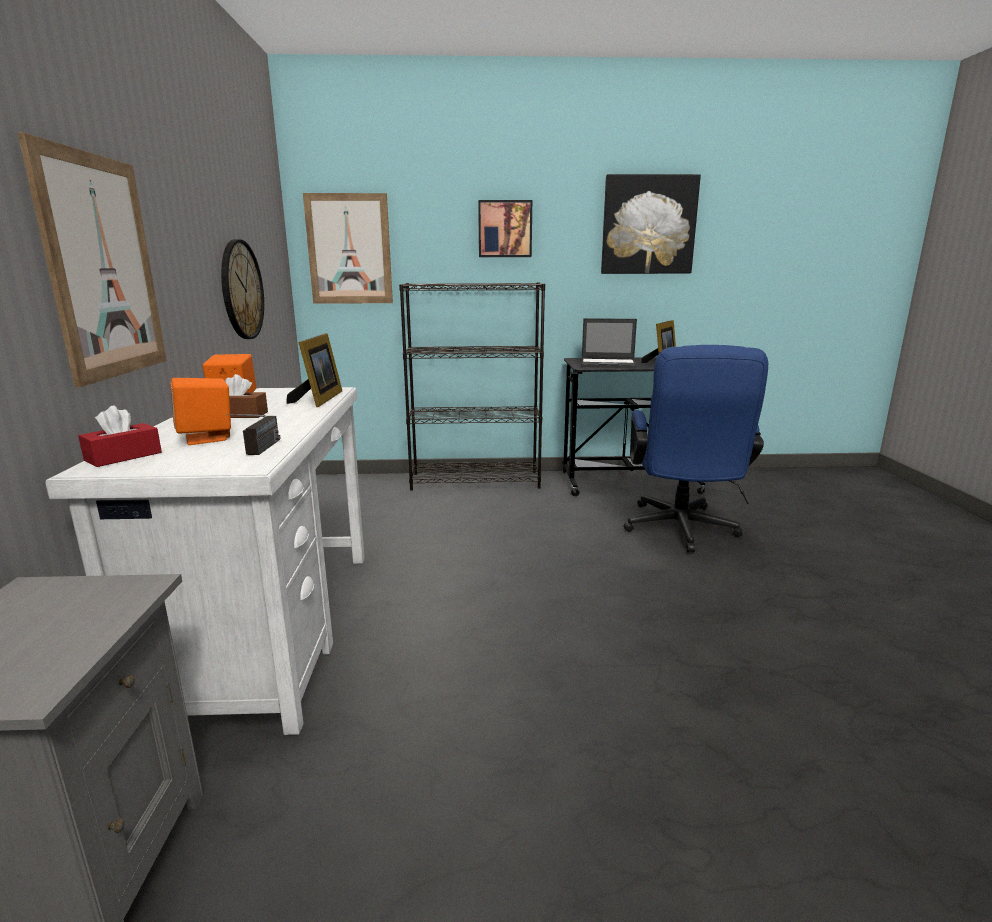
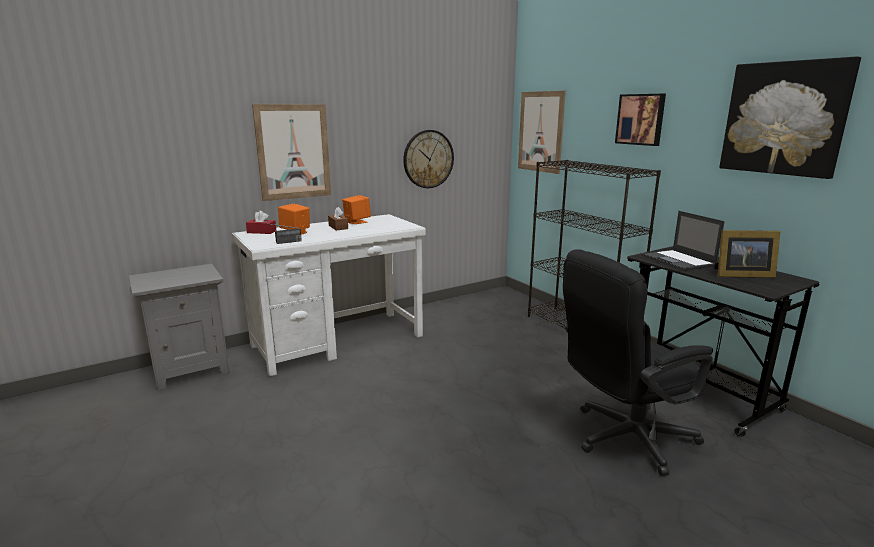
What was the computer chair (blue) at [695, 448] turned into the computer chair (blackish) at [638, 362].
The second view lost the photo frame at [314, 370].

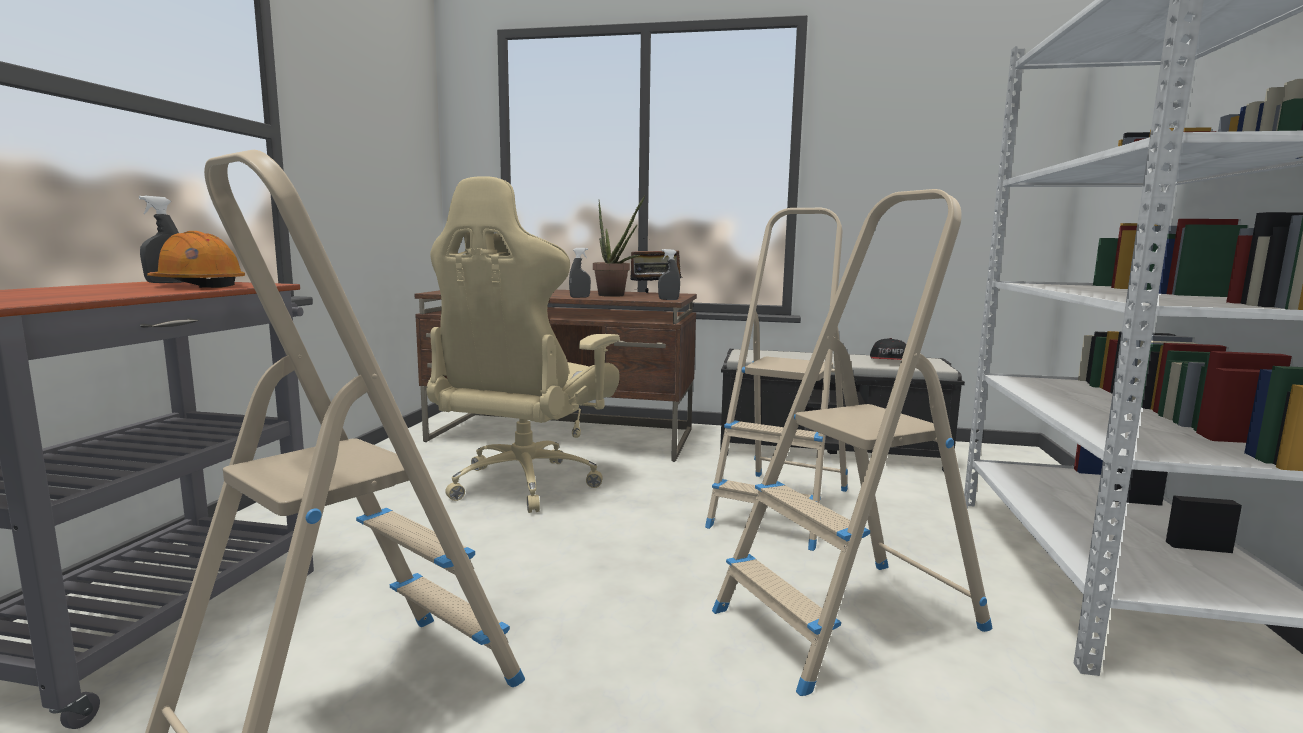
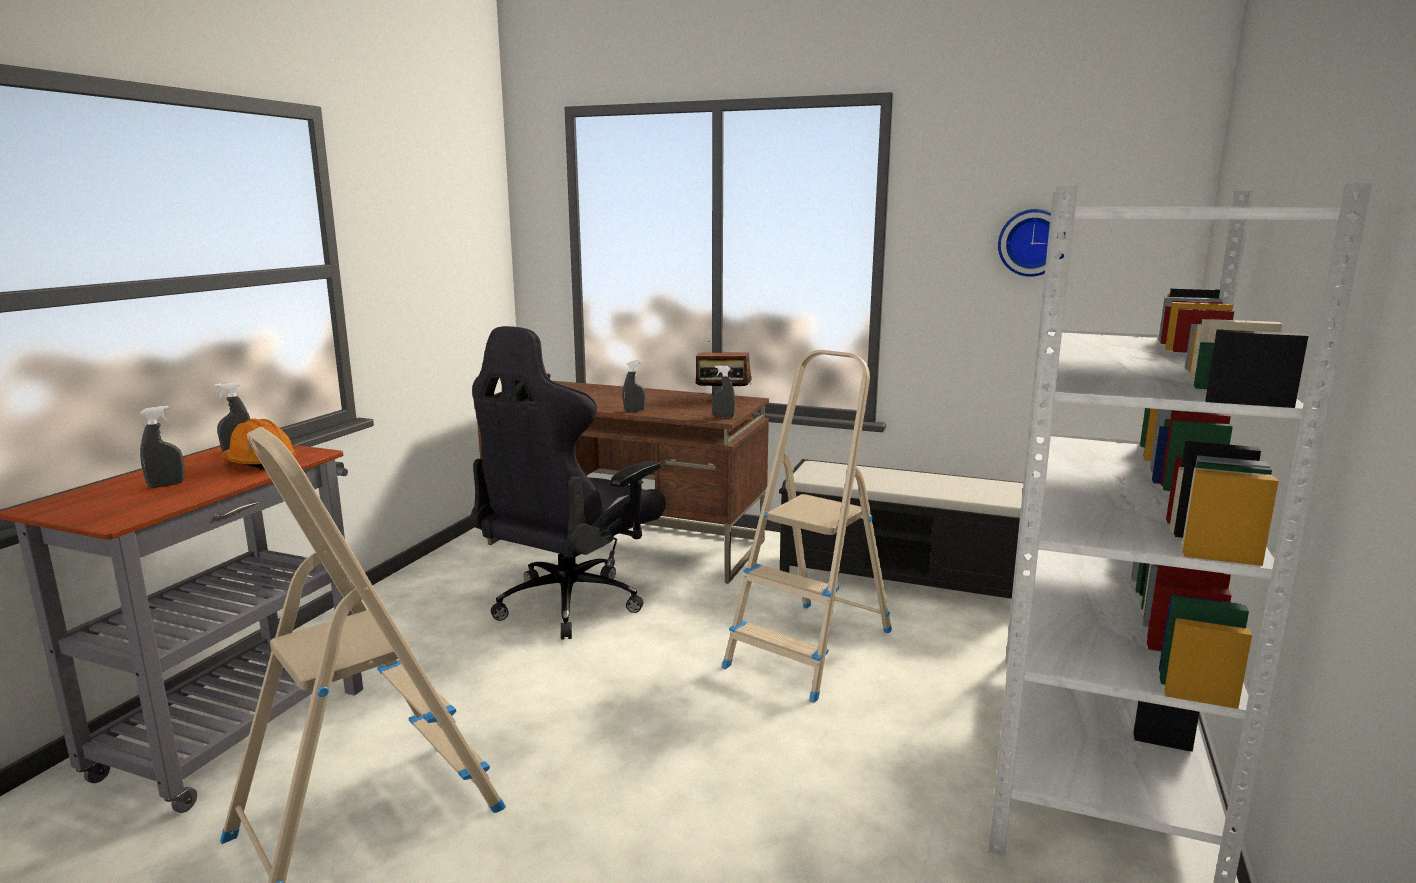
The second view gained the hand sprayer (gray) at [162, 447].
What was the computer chair (sand-coloured) at [523, 344] turned into the computer chair (blackish) at [568, 483].
The second view gained the hanging clock at [1031, 243].
The second view lost the potted plant at [619, 246].
The second view lost the step ladder (sand-coloured) at [852, 442].
The second view lost the baseball cap at [888, 349].

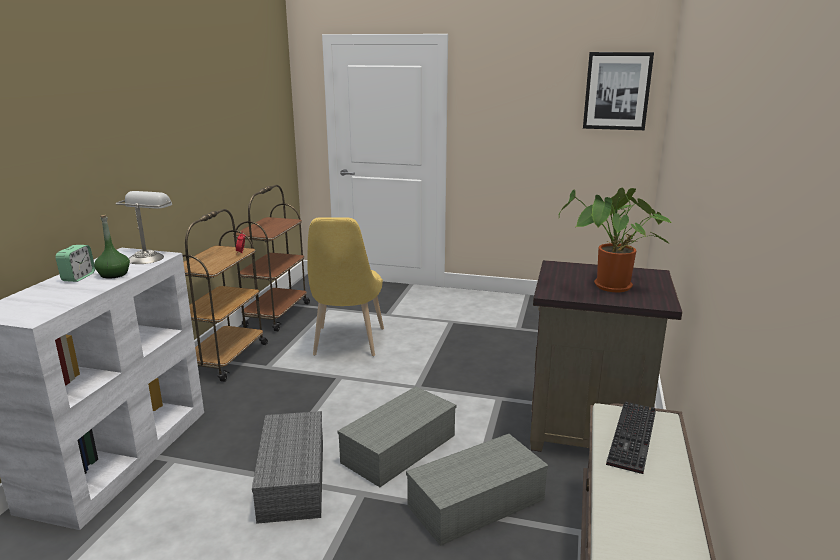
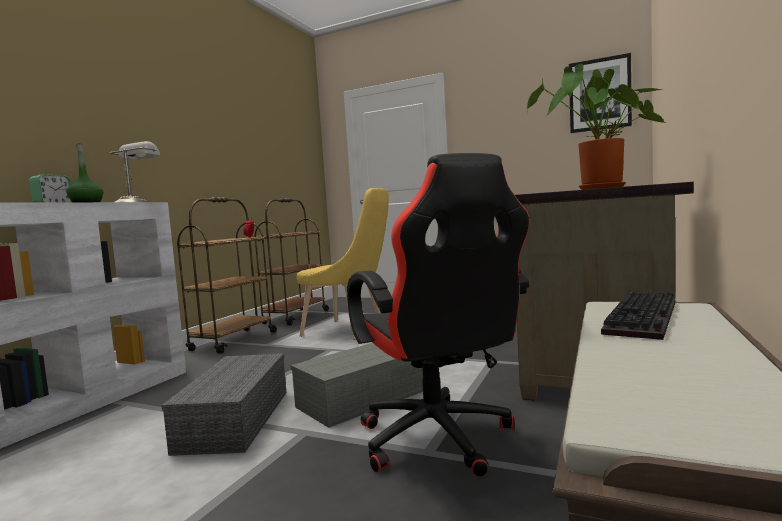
The chair (yellow) at [345, 286] ended up facing another way, 75 degrees counterclockwise from before.
Where the storage container (gray) stood at [477, 490], the computer chair (blackish) came to stand at [438, 315].

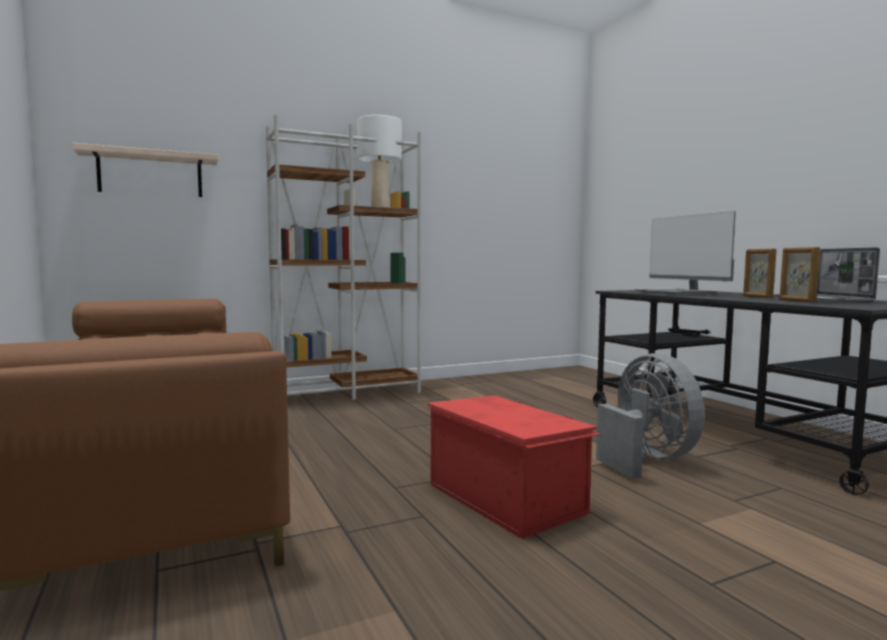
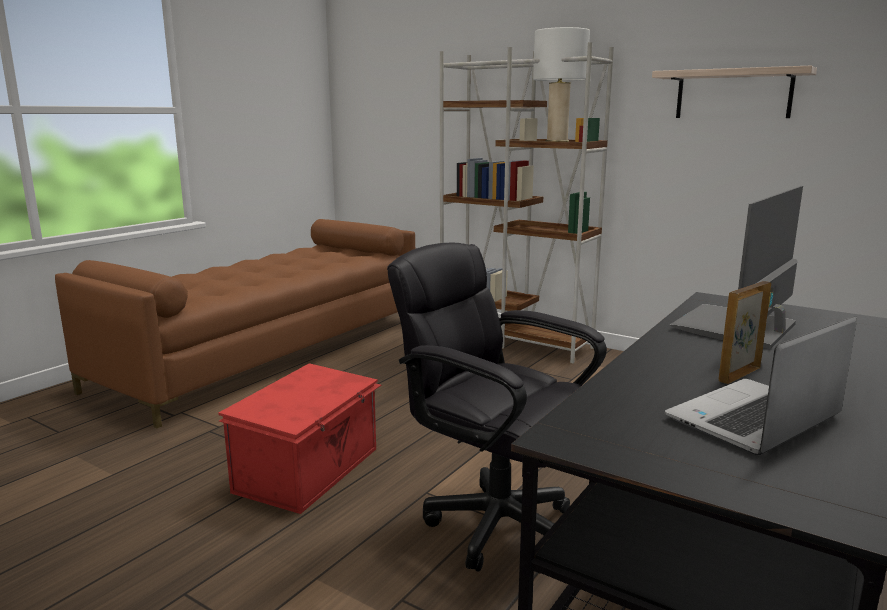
Where the electric fan (gray) stood at [650, 416], the computer chair (blackish) came to stand at [497, 407].
The bracket shelf ended up elsewhere, having gone from [145, 170] to [734, 91].
The second view lost the photo frame at [799, 274].

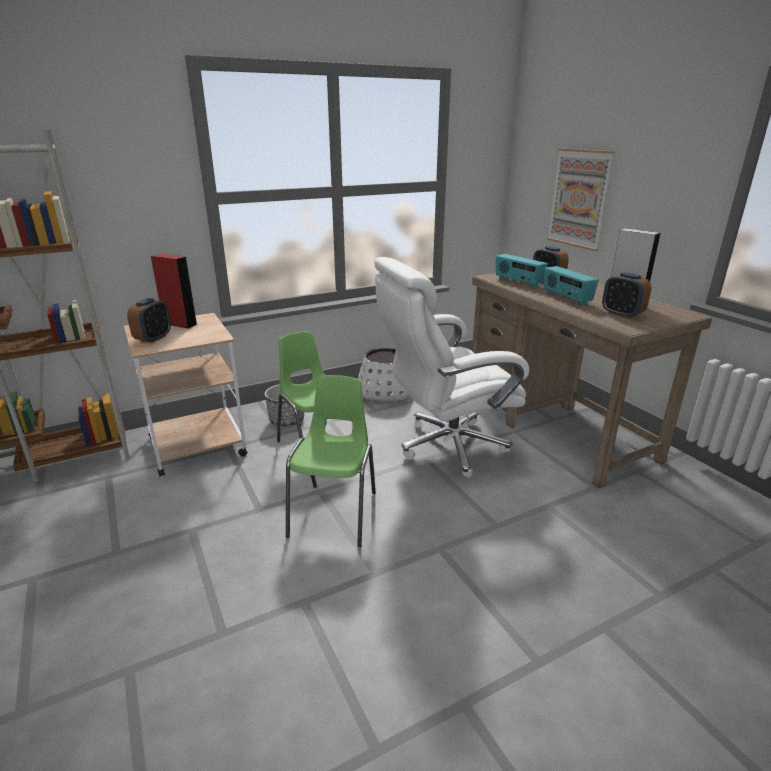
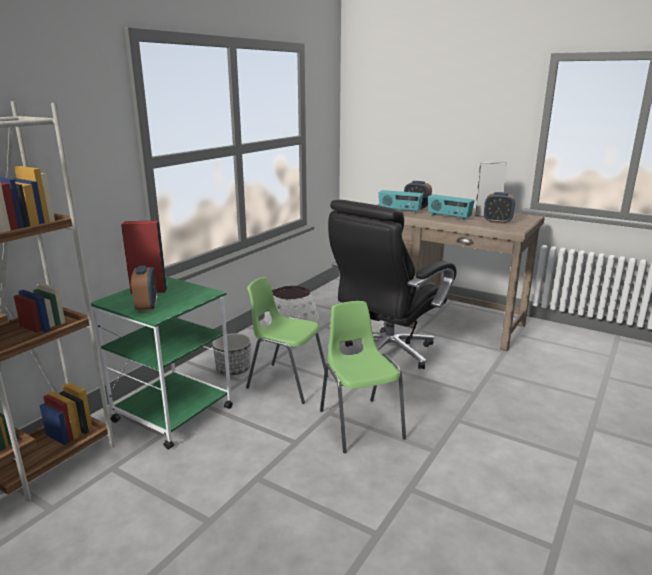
What was the wheeled cart (sand-coloured) at [186, 394] turned into the wheeled cart (green) at [162, 362].
What was the computer chair (whitish) at [451, 367] turned into the computer chair (blackish) at [392, 284].
The second view lost the picture at [581, 199].

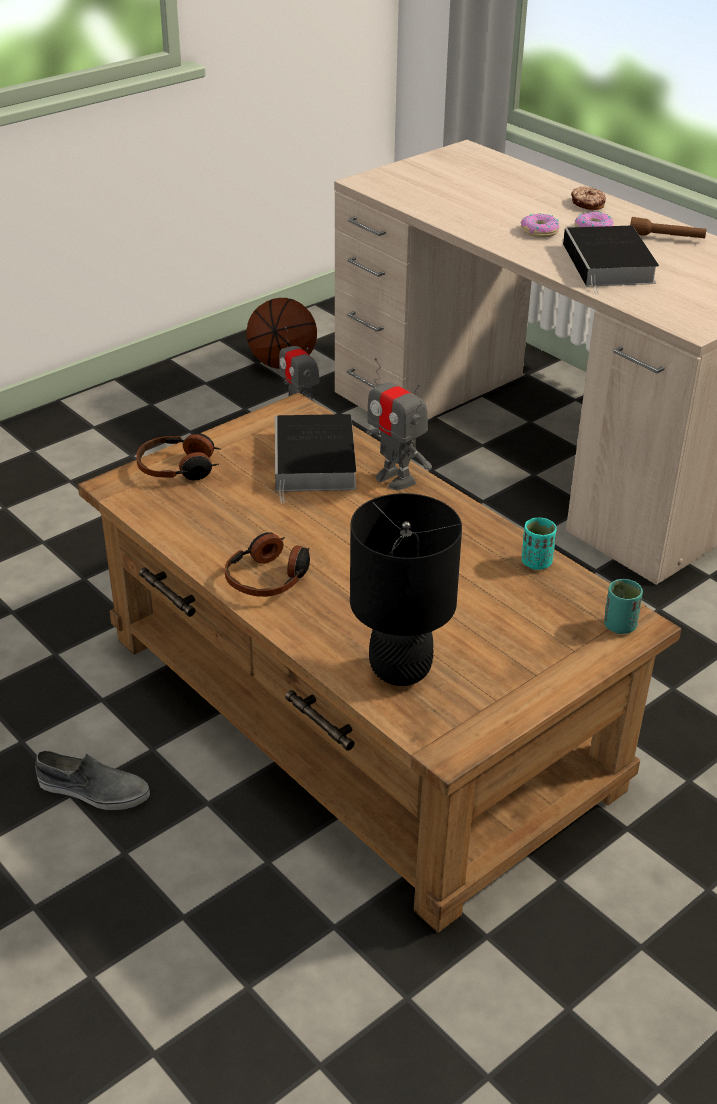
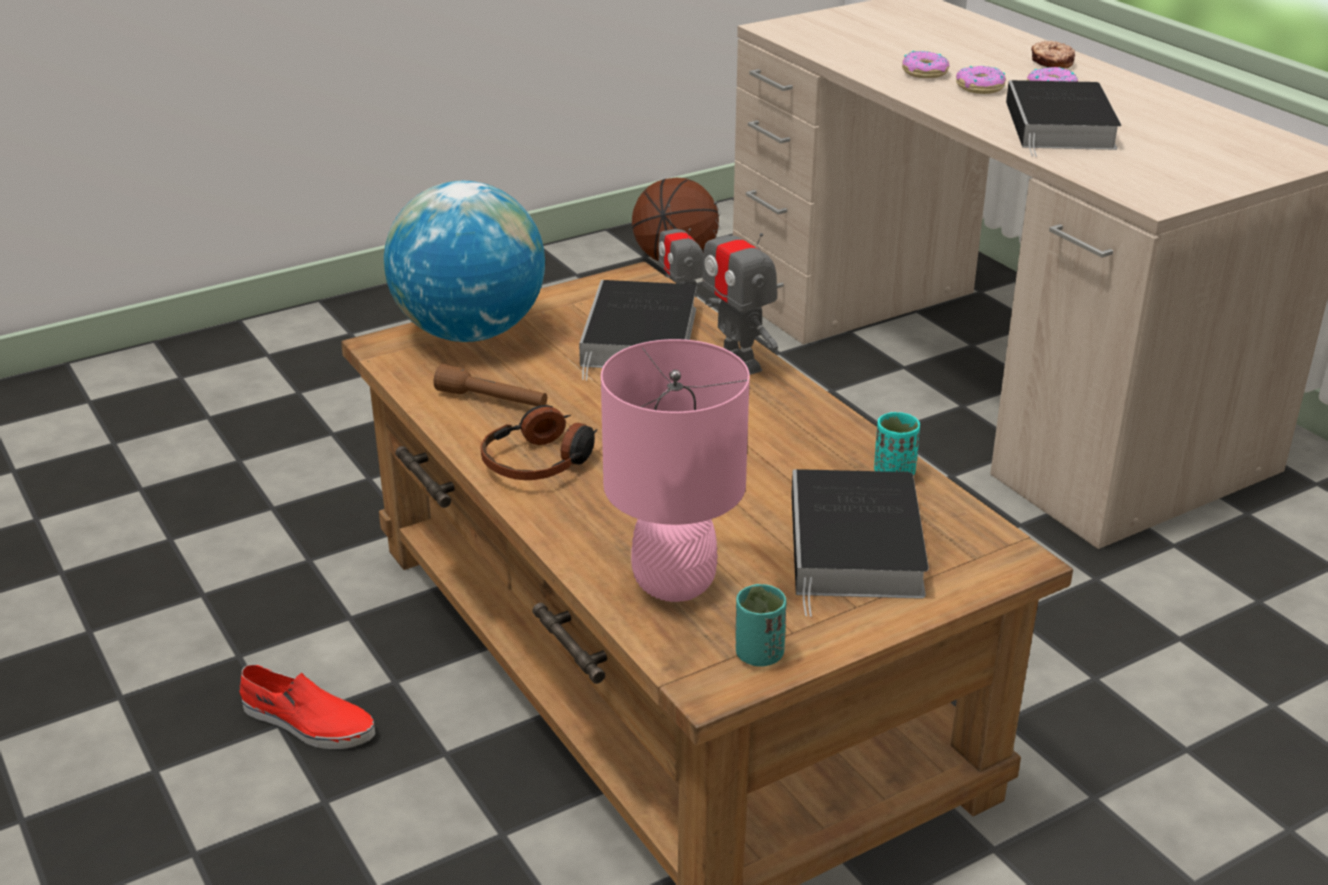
What was the low shoe (gray) at [92, 780] turned into the low shoe (reddish) at [307, 706].
Where the headphones stood at [178, 457], the globe came to stand at [464, 261].
The hand torch (brown-coloured) ended up elsewhere, having gone from [668, 227] to [490, 385].
What was the tabletop lamp (blackish) at [406, 589] turned into the tabletop lamp (pink) at [675, 470].
The drinking cup (turquoise) ended up elsewhere, having gone from [623, 606] to [761, 625].
The second view gained the bound book at [860, 543].
The second view gained the ring doughnut at [926, 64].

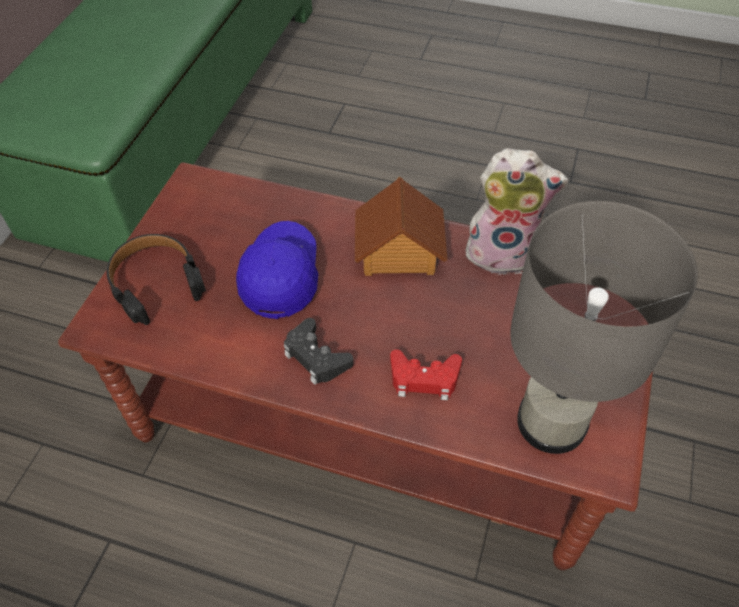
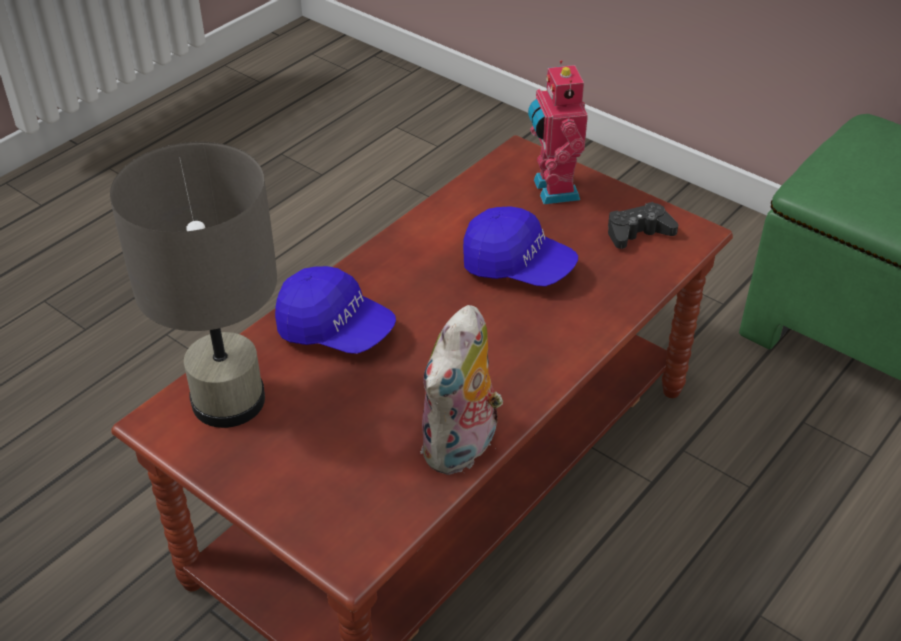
Where the joypad (reddish) stood at [426, 374], the baseball cap (blue) came to stand at [335, 310].
Where the headphones (blackish) stood at [156, 279], the model robot came to stand at [558, 132].
The joypad (blackish) ended up elsewhere, having gone from [318, 351] to [643, 225].
The second view lost the toy house at [401, 226].

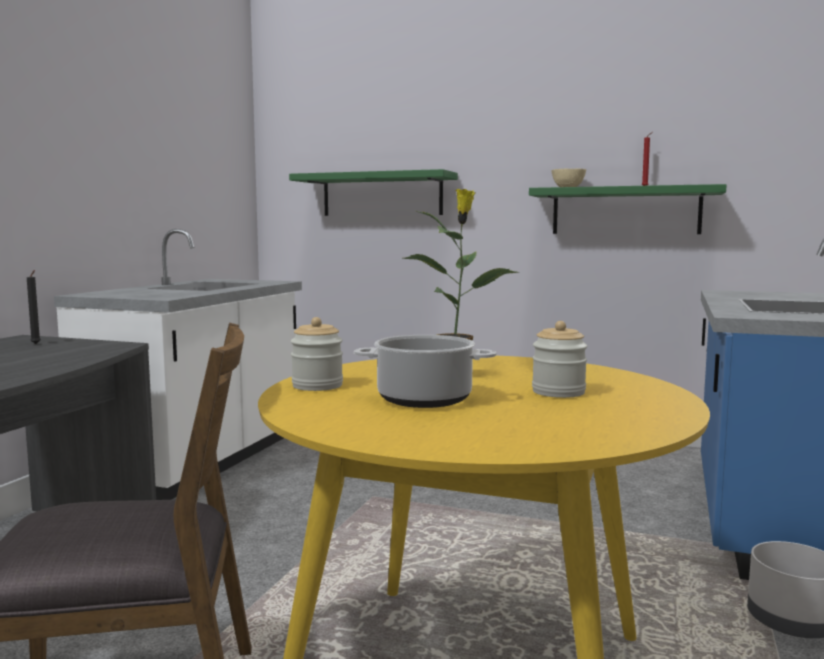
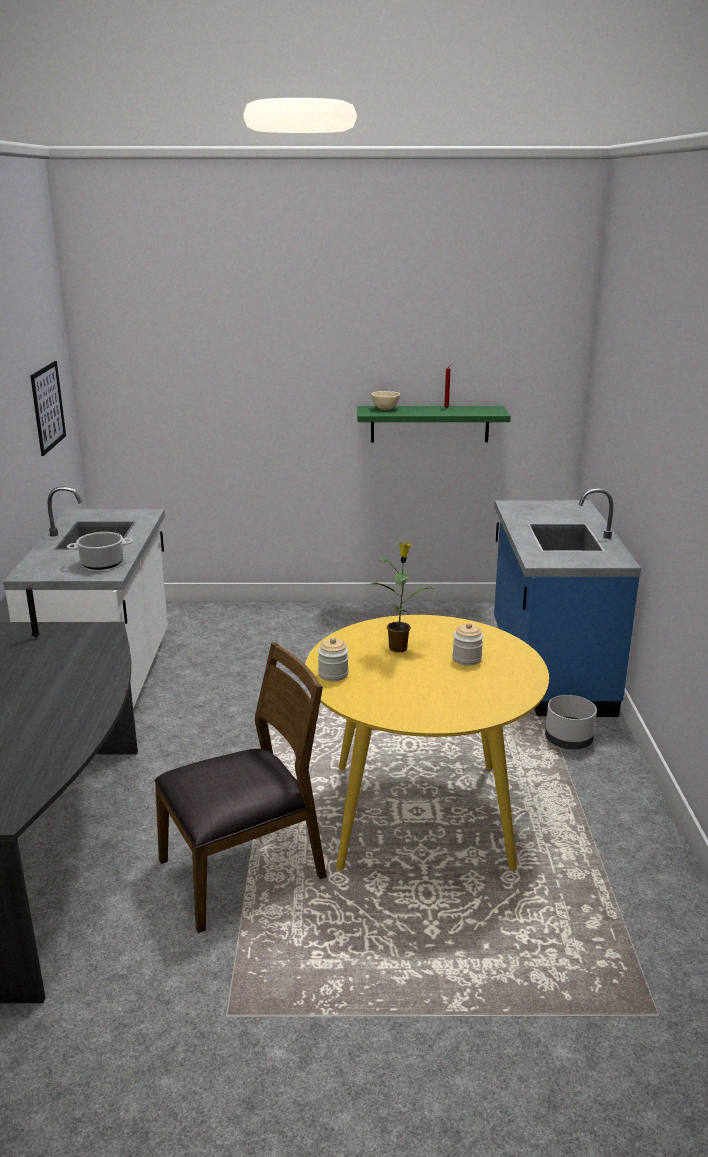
The second view gained the picture at [48, 408].
The stockpot ended up elsewhere, having gone from [425, 371] to [100, 551].
The second view lost the bracket shelf (green) at [373, 192].

